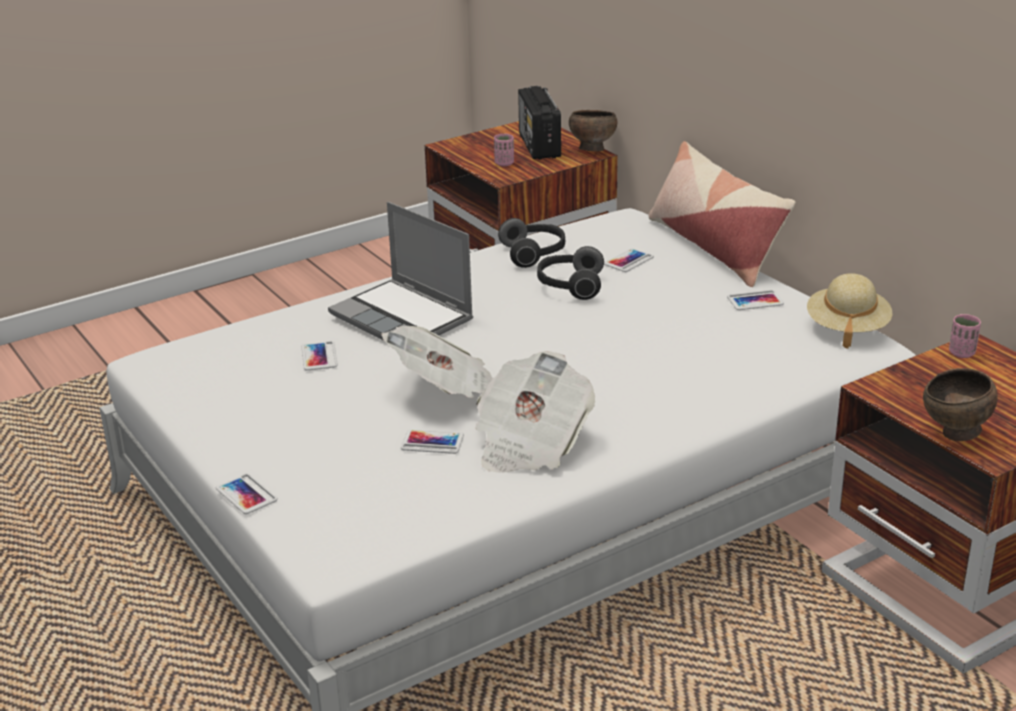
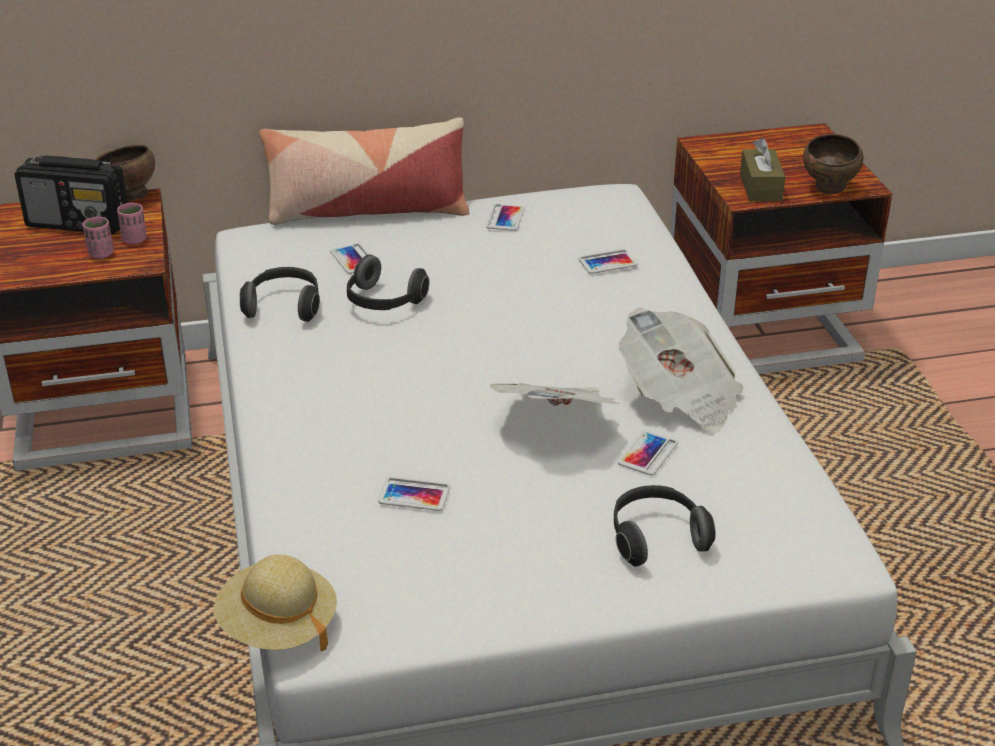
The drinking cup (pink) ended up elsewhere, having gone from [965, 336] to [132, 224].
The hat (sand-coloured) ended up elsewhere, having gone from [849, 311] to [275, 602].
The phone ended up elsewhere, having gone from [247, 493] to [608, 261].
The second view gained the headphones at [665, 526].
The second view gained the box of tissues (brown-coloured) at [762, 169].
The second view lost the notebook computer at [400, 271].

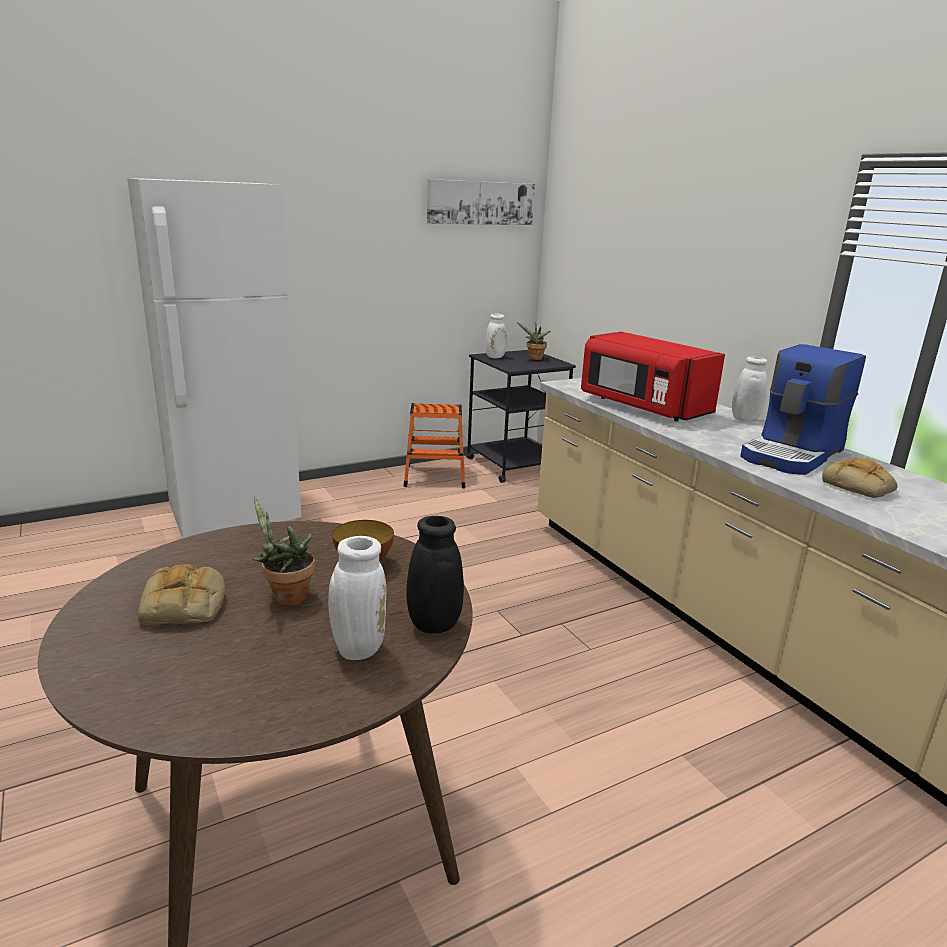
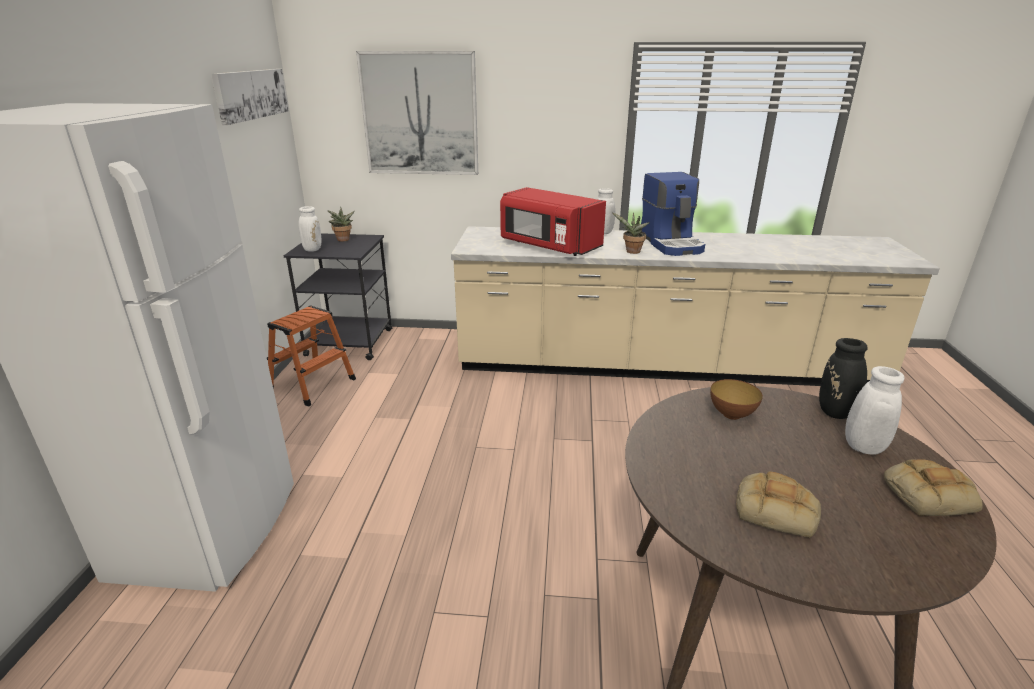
The second view gained the picture at [417, 113].
The microwave (reddish) at [653, 376] ended up facing another way, 45 degrees clockwise from before.
The potted plant ended up elsewhere, having gone from [283, 550] to [631, 233].
The bread ended up elsewhere, having gone from [860, 478] to [933, 487].

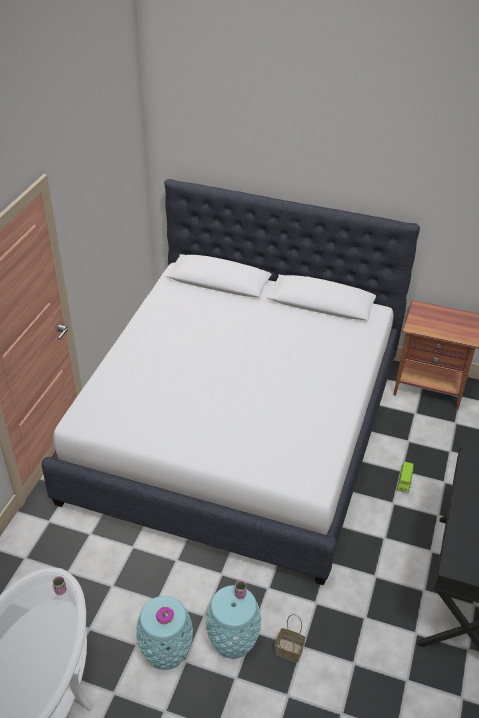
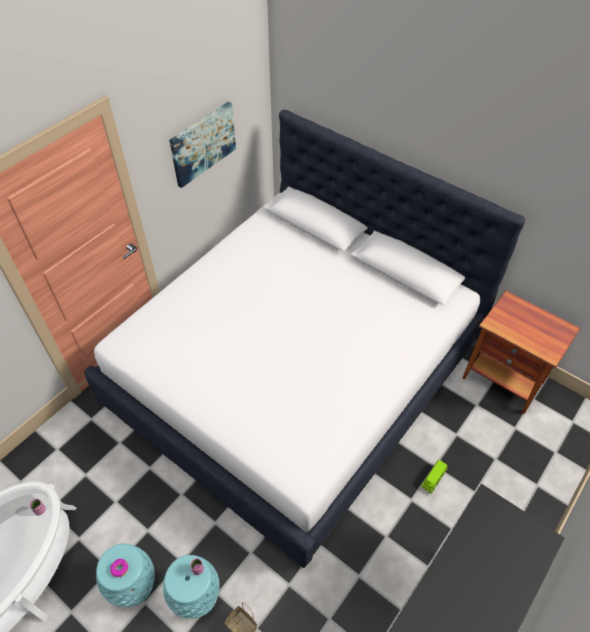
The second view gained the picture at [202, 144].

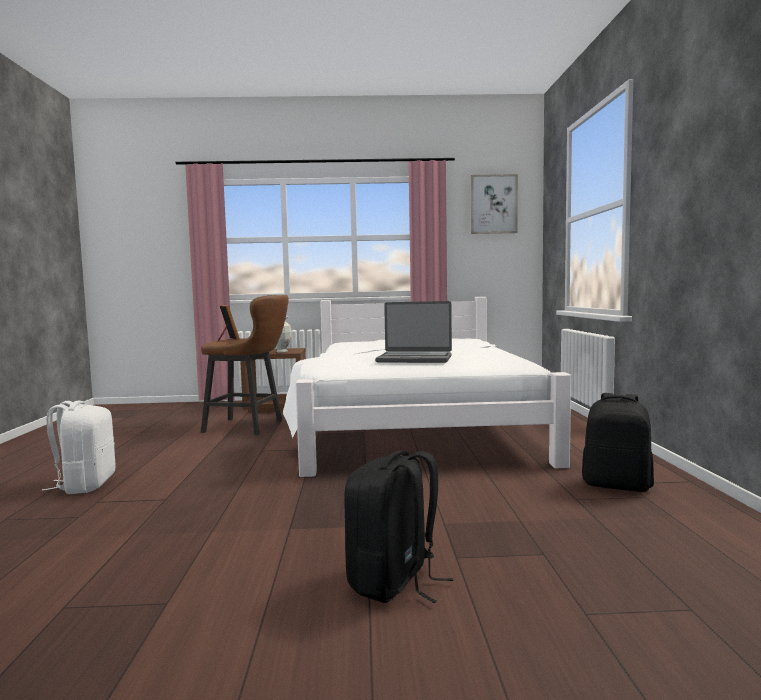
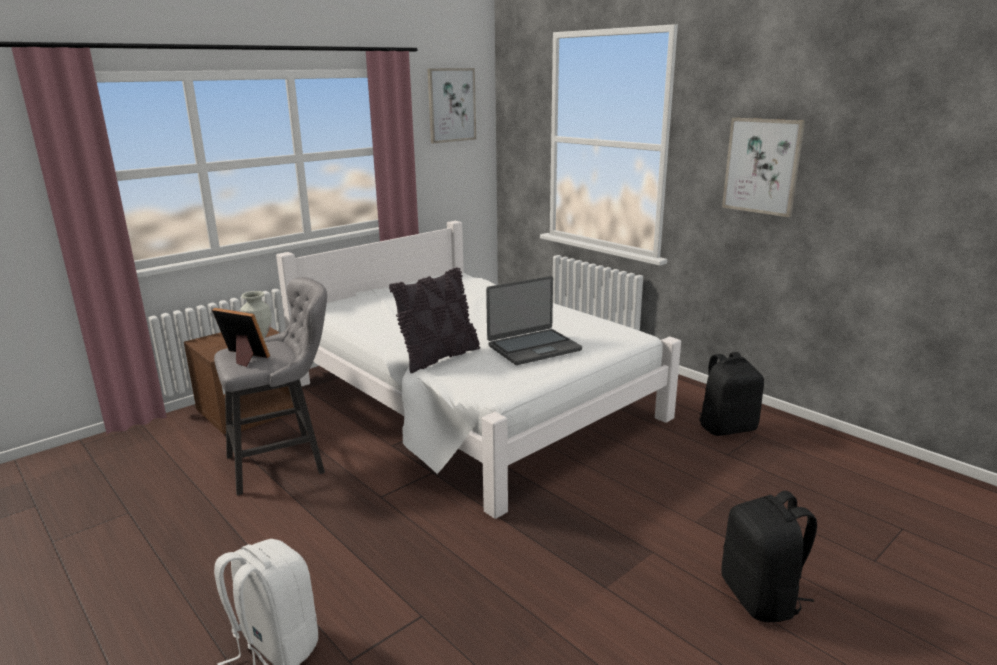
What was the sitting stool (brown-coloured) at [245, 365] turned into the sitting stool (gray) at [270, 386].
The second view gained the cushion (blackish) at [434, 320].
The second view gained the picture at [763, 167].

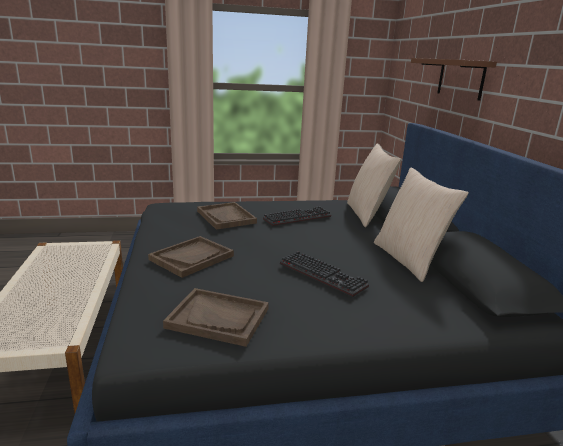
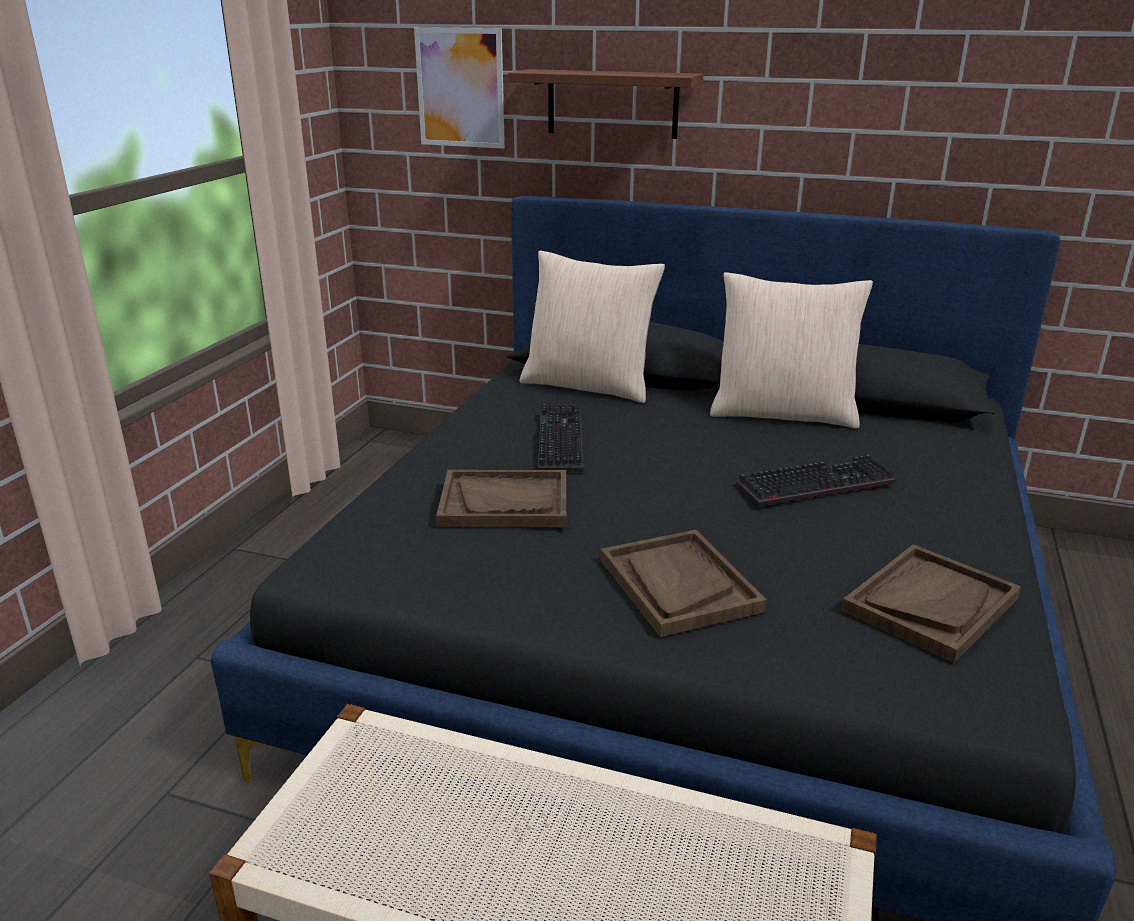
The second view gained the picture at [459, 88].

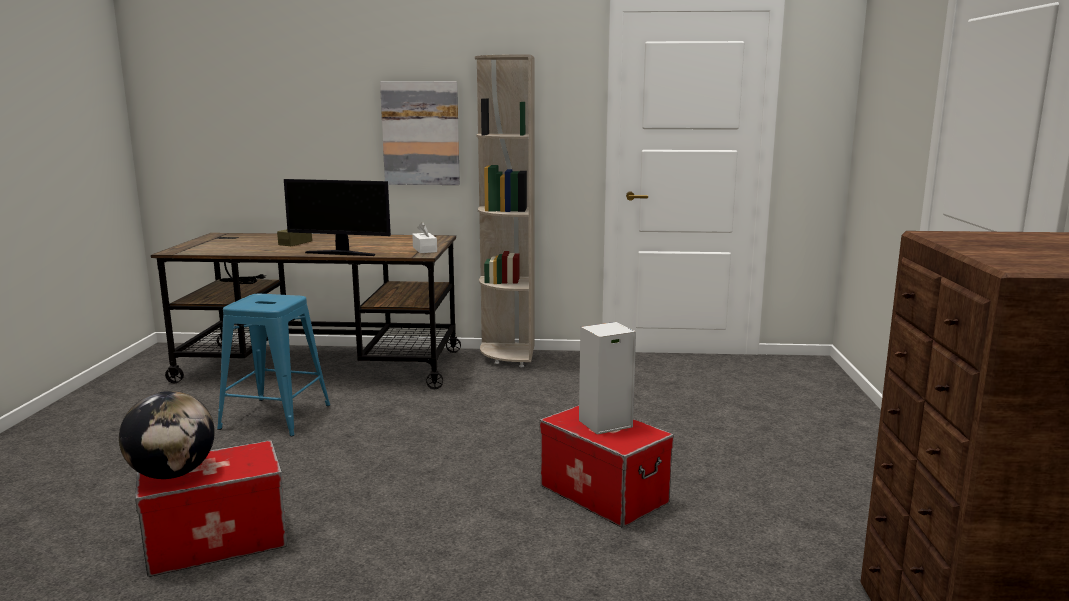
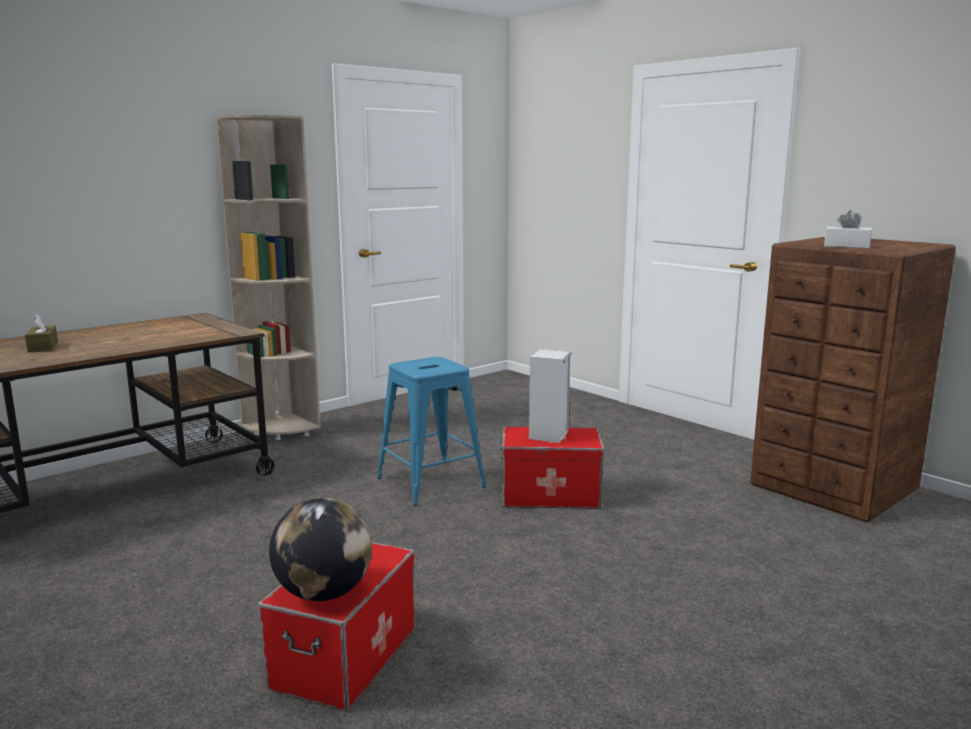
The sitting stool (blue) ended up elsewhere, having gone from [273, 365] to [431, 431].
The box of tissues (whitish) ended up elsewhere, having gone from [424, 237] to [848, 229].
The second view lost the computer display at [337, 217].
The second view lost the picture at [420, 133].

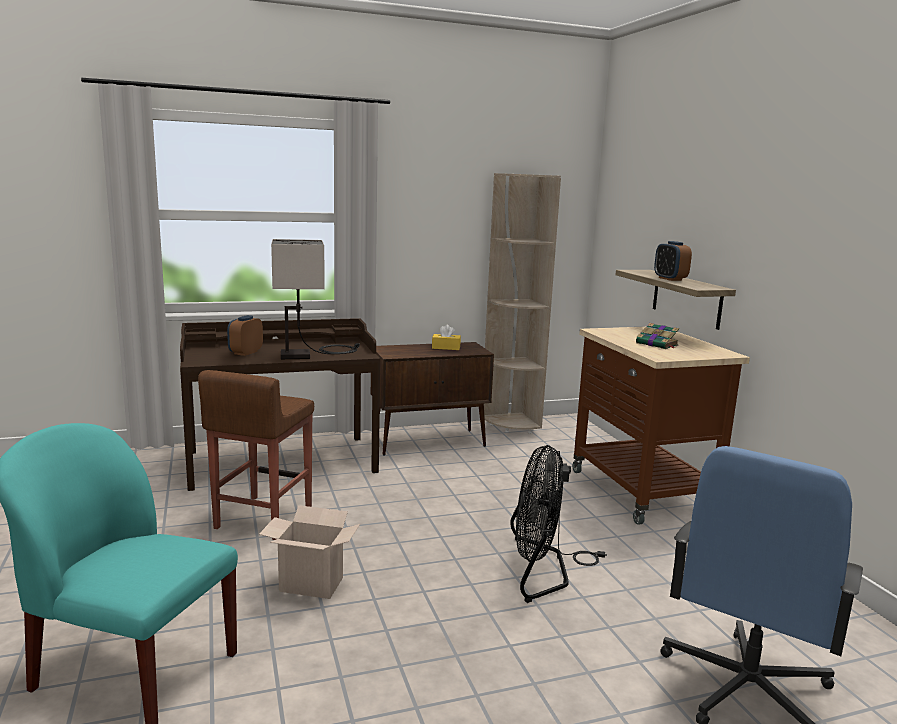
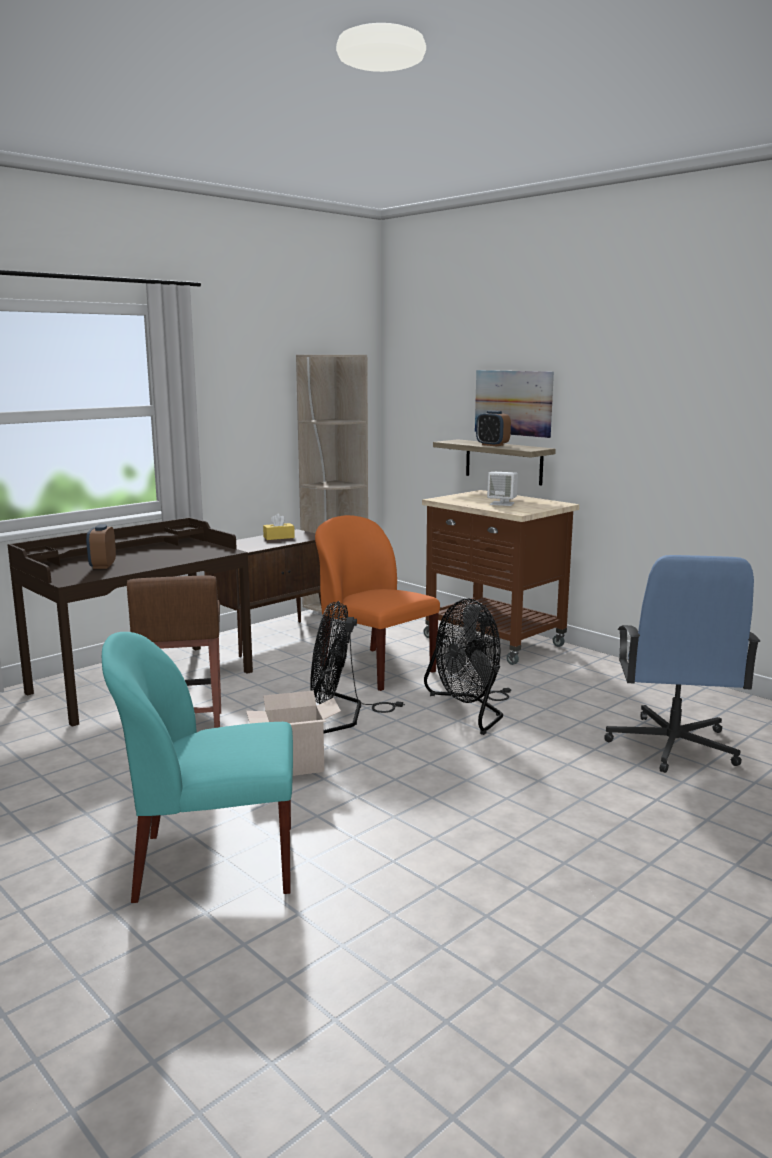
The second view gained the electric fan (blackish) at [357, 667].
The second view gained the chair (orange-coloured) at [377, 603].
The second view gained the picture at [514, 404].
Where the bound book stood at [657, 336], the speaker (whitish) came to stand at [502, 489].
The second view lost the tabletop lamp at [315, 299].

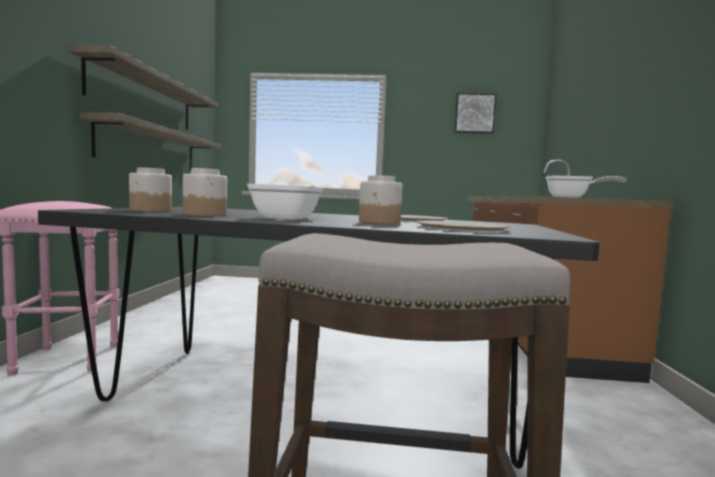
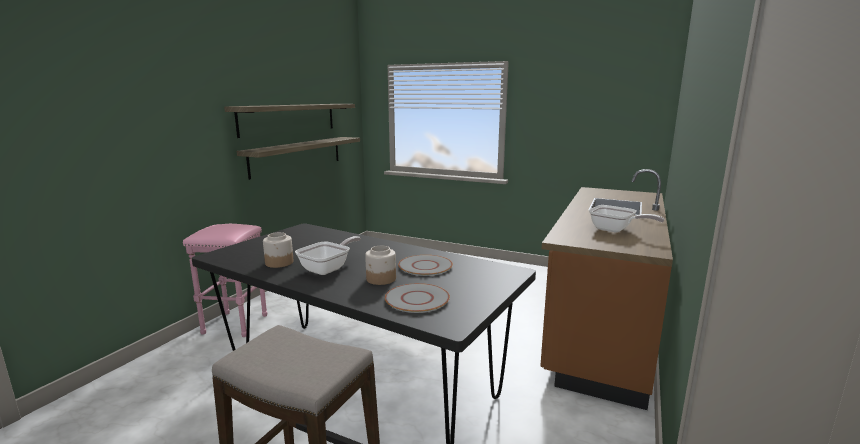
The second view lost the preserve jar at [150, 189].
The second view lost the picture at [475, 113].

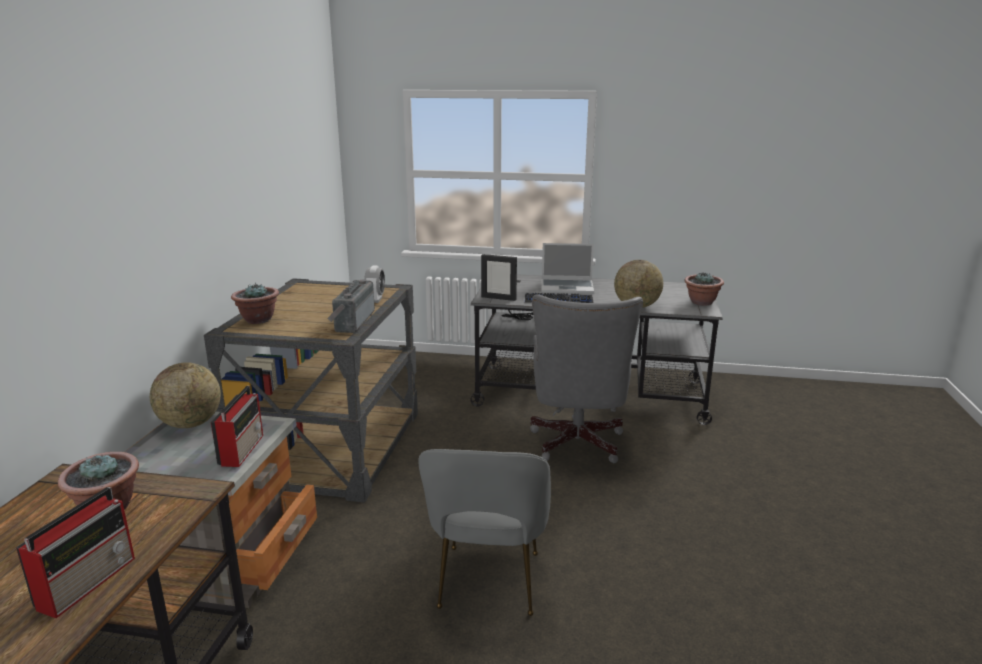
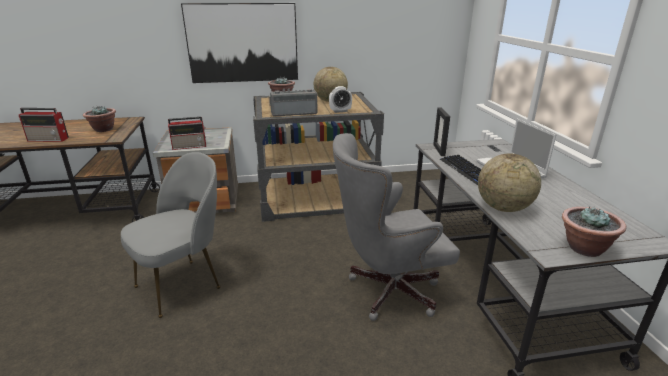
The chair (gray) at [484, 532] ended up facing another way, 150 degrees clockwise from before.
The second view gained the picture at [239, 43].
The globe ended up elsewhere, having gone from [185, 395] to [331, 84].

